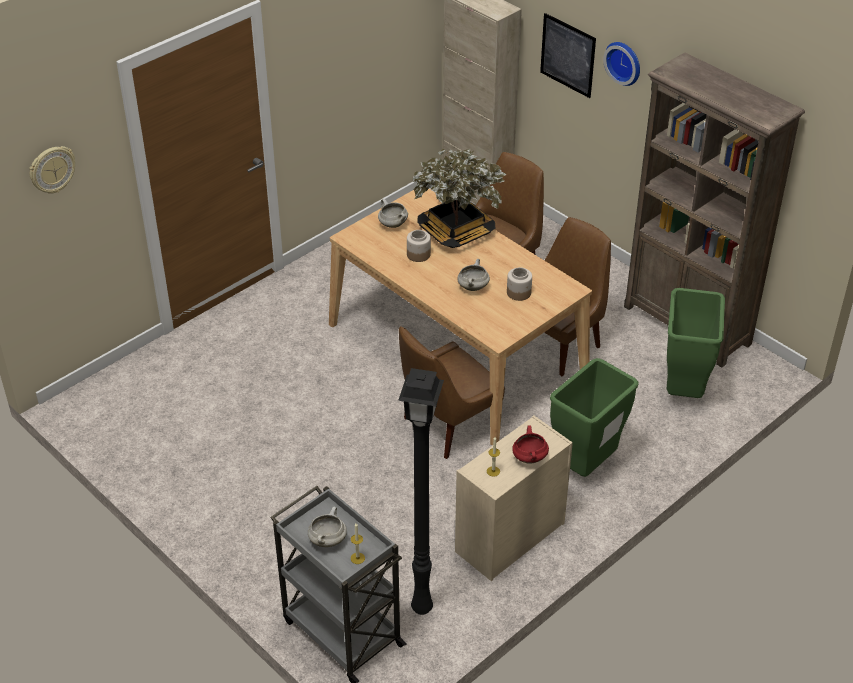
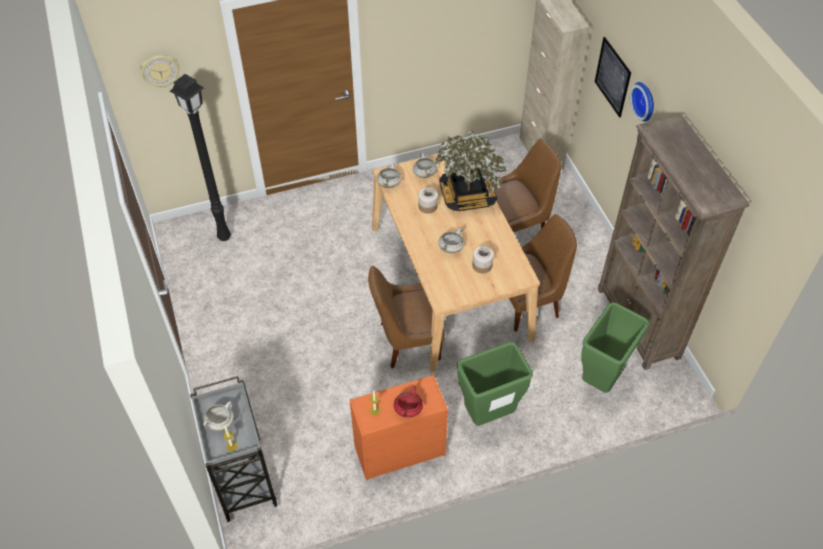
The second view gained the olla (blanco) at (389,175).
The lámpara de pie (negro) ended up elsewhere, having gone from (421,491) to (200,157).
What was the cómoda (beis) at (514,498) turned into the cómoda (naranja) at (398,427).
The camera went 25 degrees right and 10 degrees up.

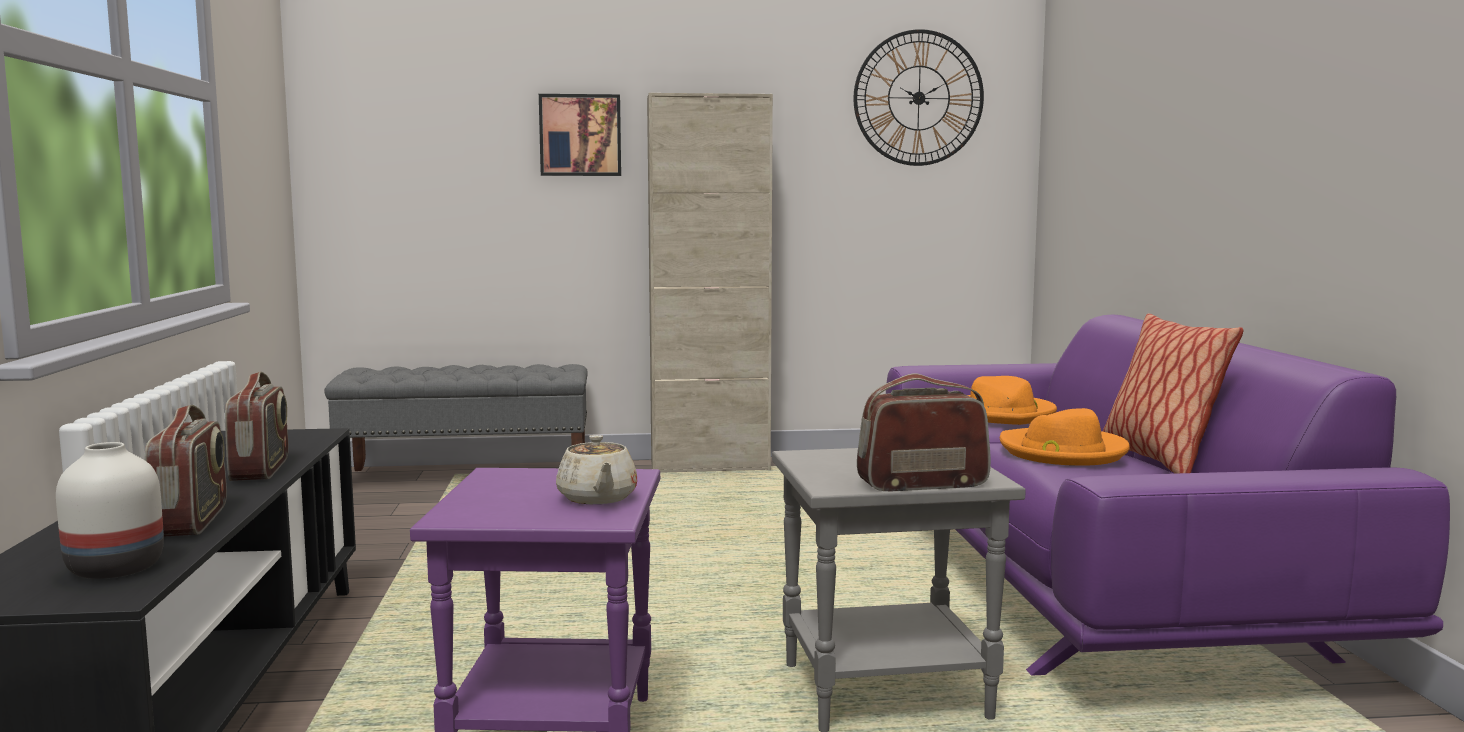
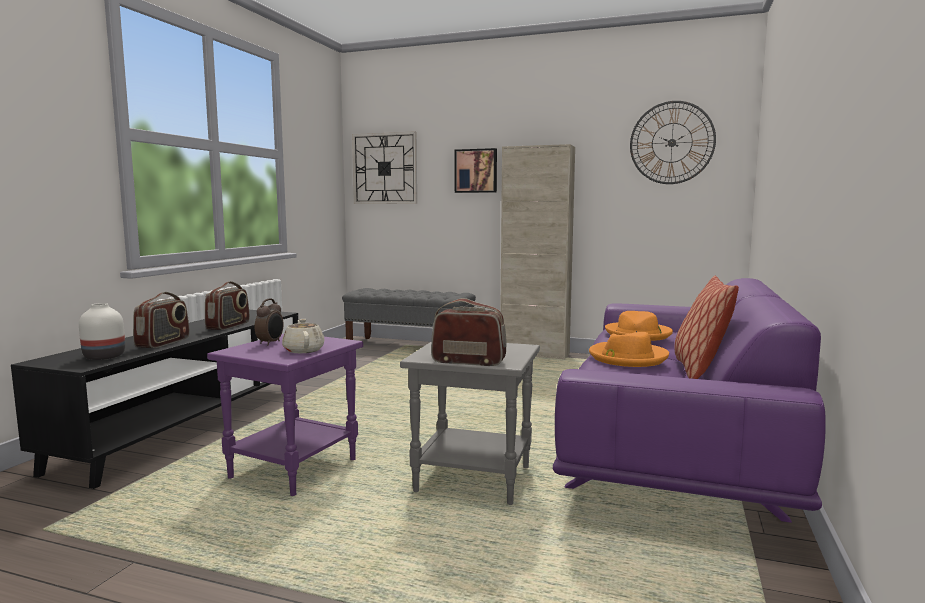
The second view gained the despertador at (269,322).
The second view gained the reloj de pared at (384,167).
The tetera (beis) at (596,469) ended up facing another way, 150 degrees clockwise from before.
The camera went 25 degrees right and 0 degrees up.

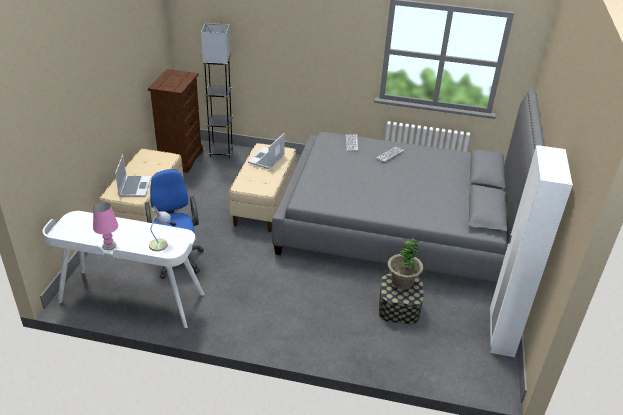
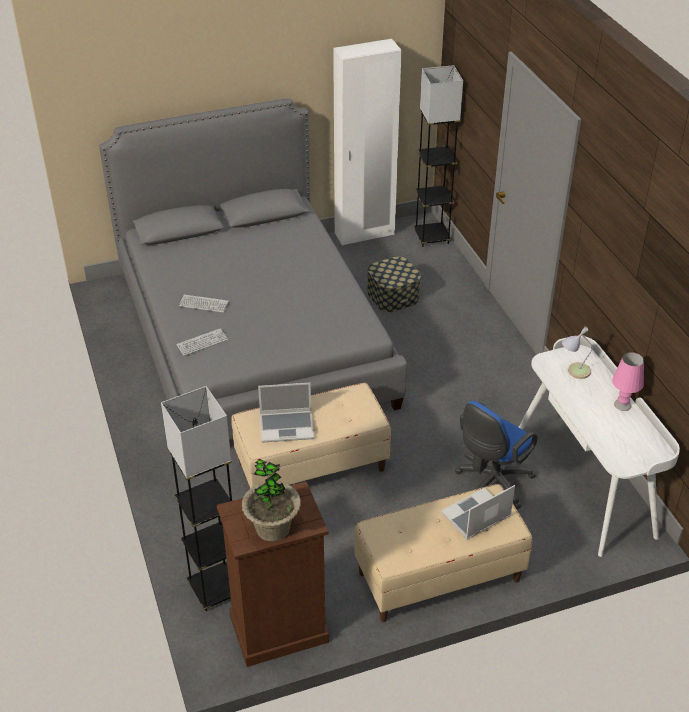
The second view gained the lámpara de pie (gris) at (438,156).
The planta en maceta ended up elsewhere, having gone from (405,264) to (271,500).
The camera went 120 degrees left and 5 degrees up.

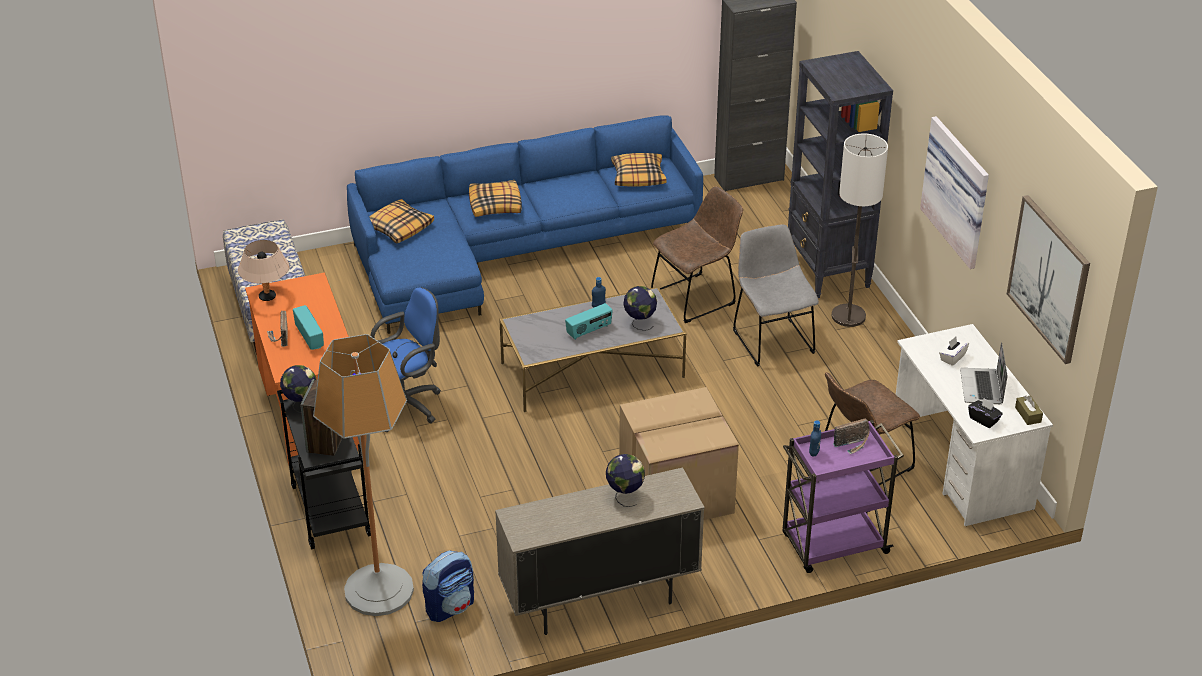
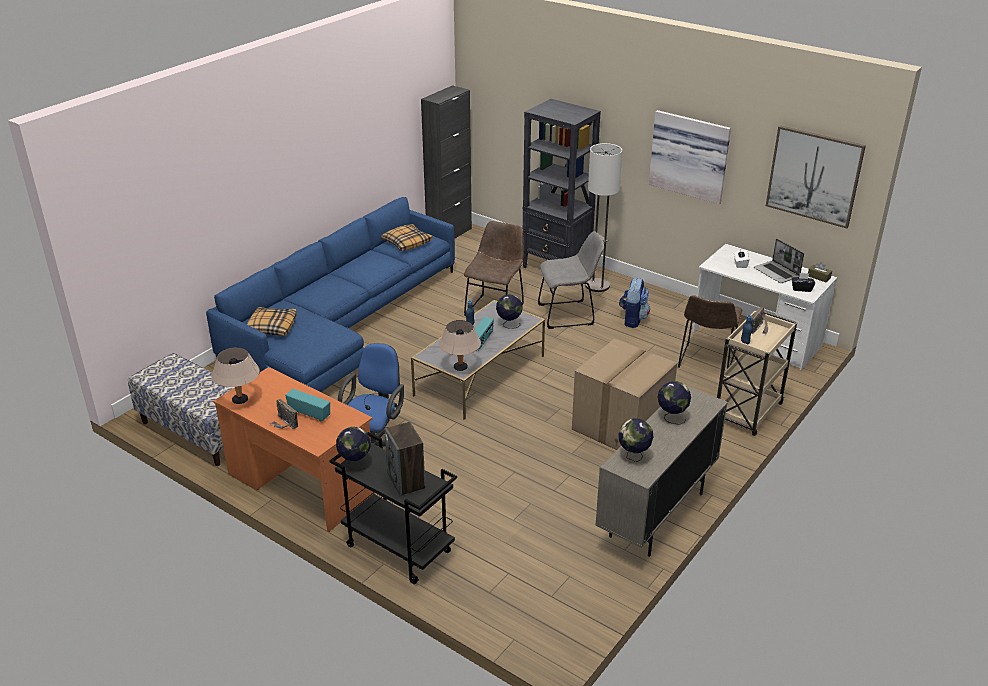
The second view lost the lámpara de pie at (363,475).
The second view lost the cojín at (495,198).
The second view gained the lámpara de mesa (beis) at (460,345).
The second view gained the globo terráqueo at (636,440).
The mochila ended up elsewhere, having gone from (448,586) to (634,303).
What was the carrito (morado) at (843,496) turned into the carrito (beis) at (757,373).
The silla (gris) at (776,295) ended up facing another way, 135 degrees clockwise from before.
The camera went 35 degrees left and 5 degrees down.

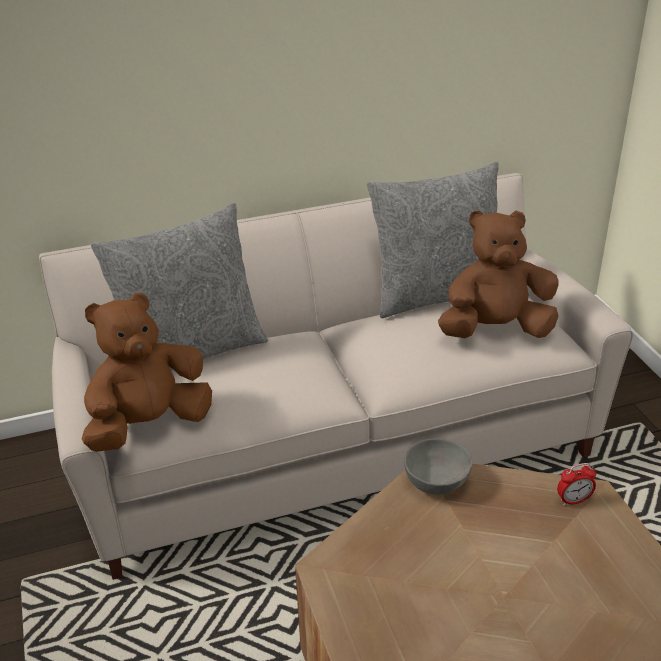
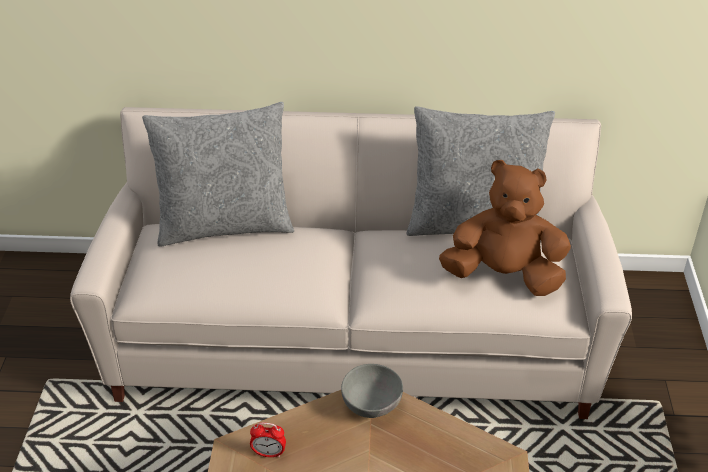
The second view lost the peluche (marrón) at (147,372).
The despertador ended up elsewhere, having gone from (576,484) to (268,440).
The camera went 20 degrees right and 5 degrees up.

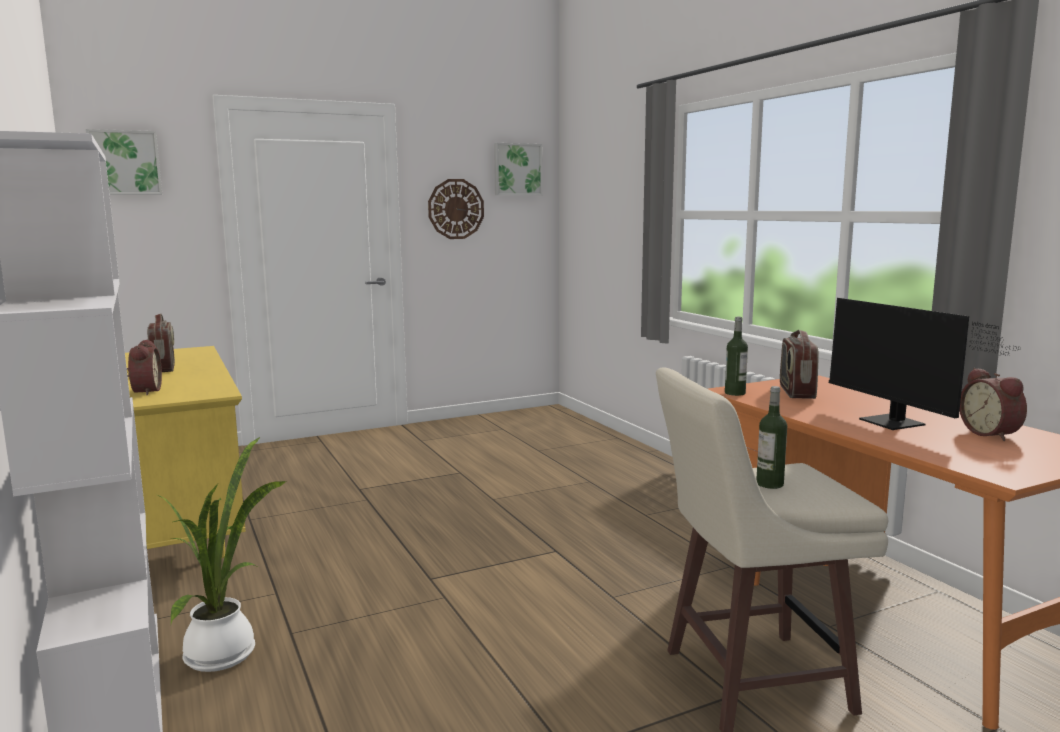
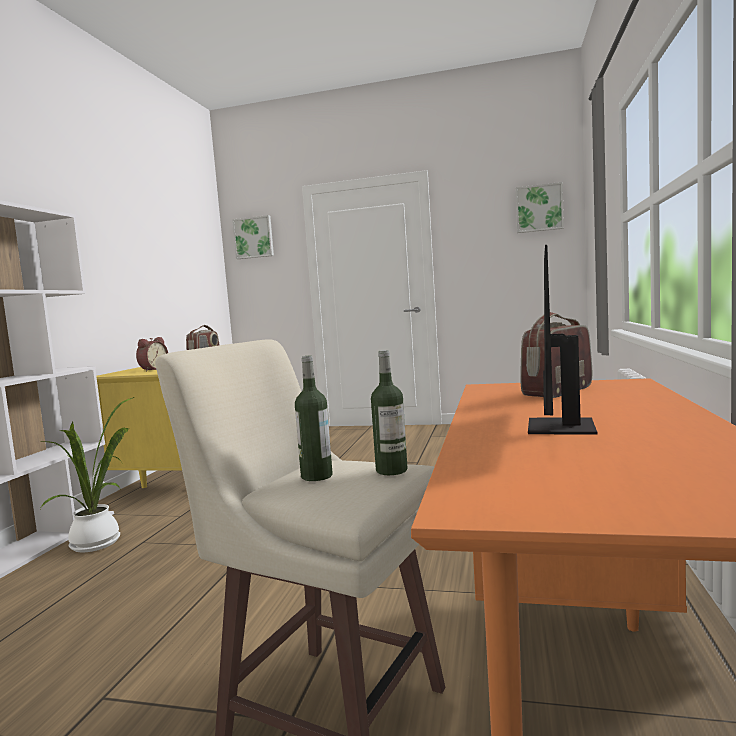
The second view lost the reloj de pared at (456,209).
The second view lost the despertador at (993,404).
The botella ended up elsewhere, having gone from (736,356) to (389,412).
The camera went 40 degrees right and 5 degrees down.

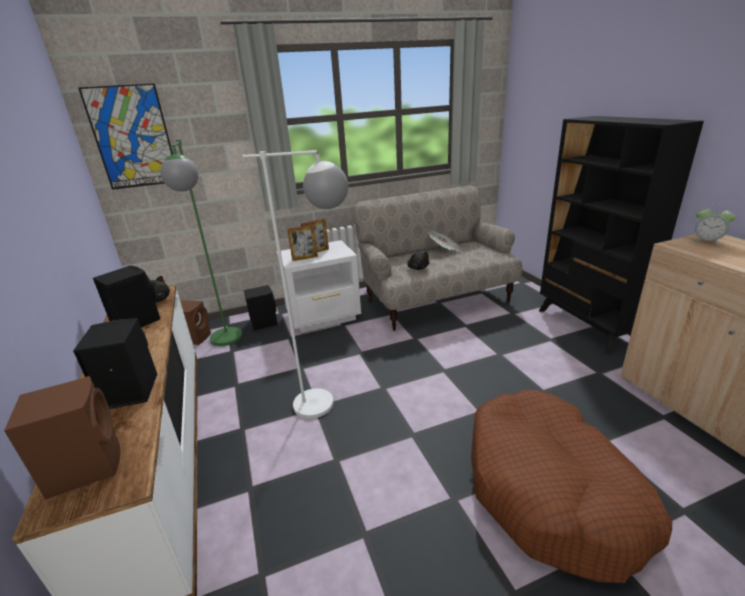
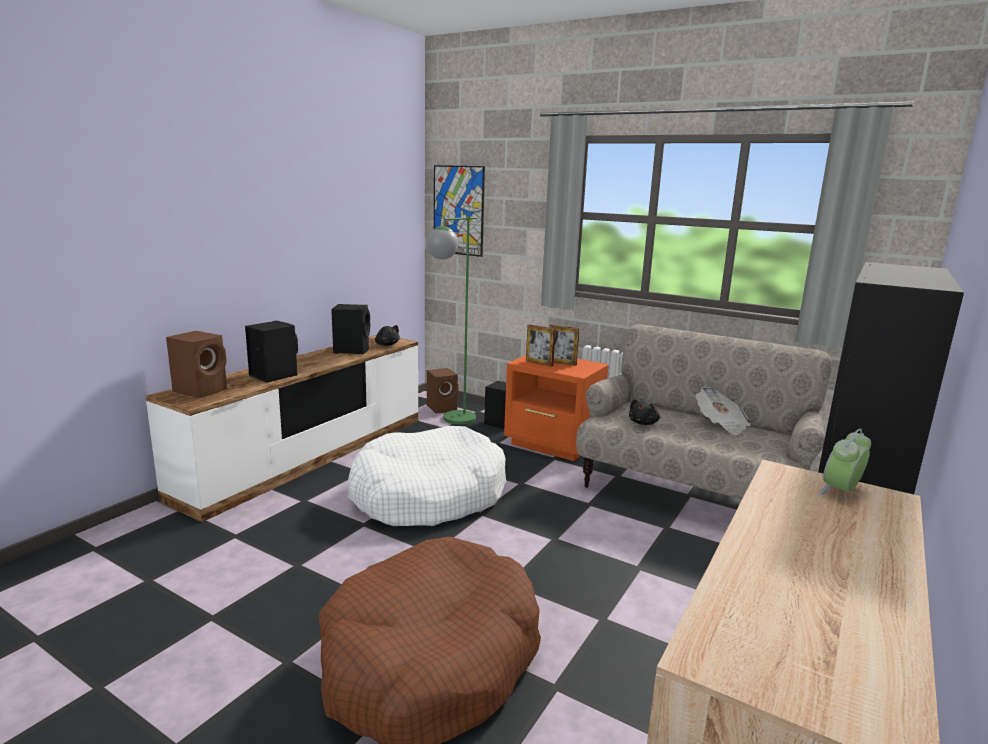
Where the lámpara de pie (blanco) stood at (295,284), the cama para perro (blanco) came to stand at (427,476).
What was the mesita de noche (blanco) at (318,286) turned into the mesita de noche (naranja) at (556,408).
The despertador at (713,225) ended up facing another way, 45 degrees clockwise from before.
The camera went 50 degrees right and 10 degrees down.

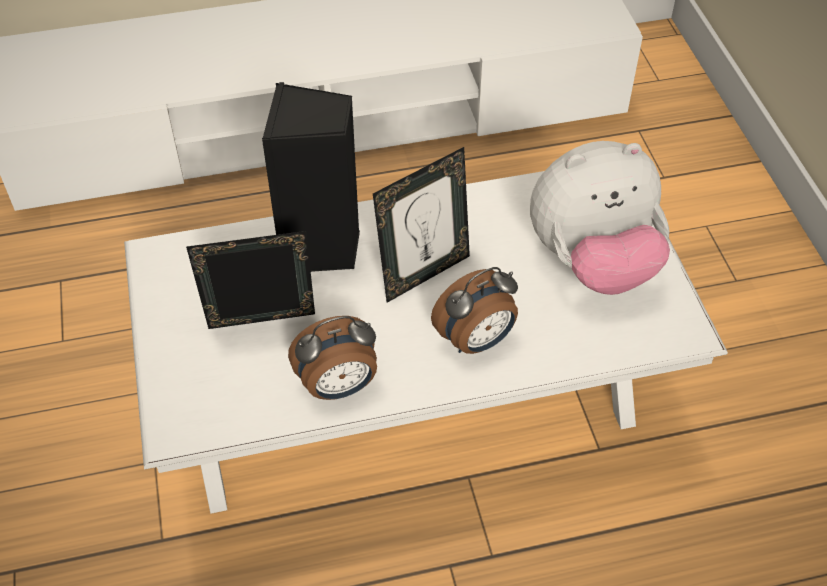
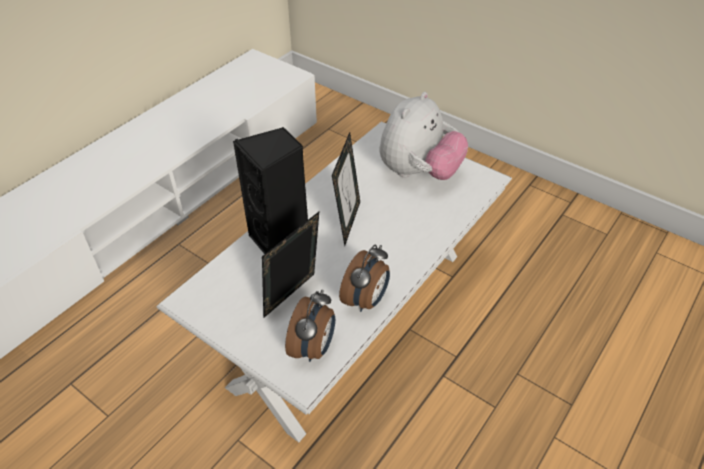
The despertador ended up elsewhere, having gone from (474,310) to (310,325).
The camera went 40 degrees left and 5 degrees down.

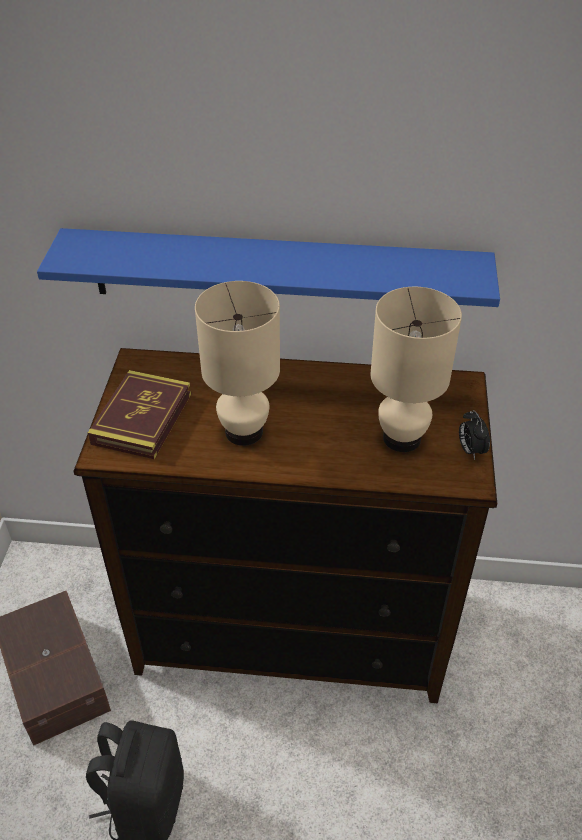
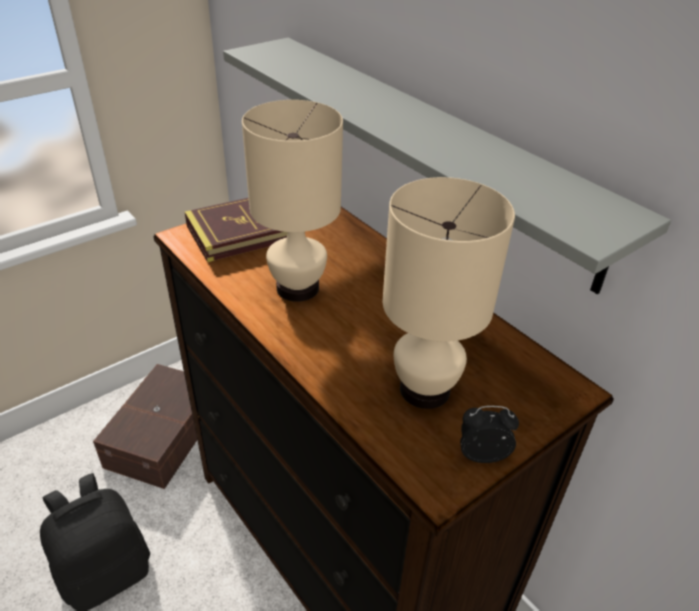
What was the estante (azul) at (268,267) turned into the estante (gris) at (447,166).
The despertador at (474,435) ended up facing another way, 60 degrees clockwise from before.
The camera went 45 degrees right and 5 degrees down.

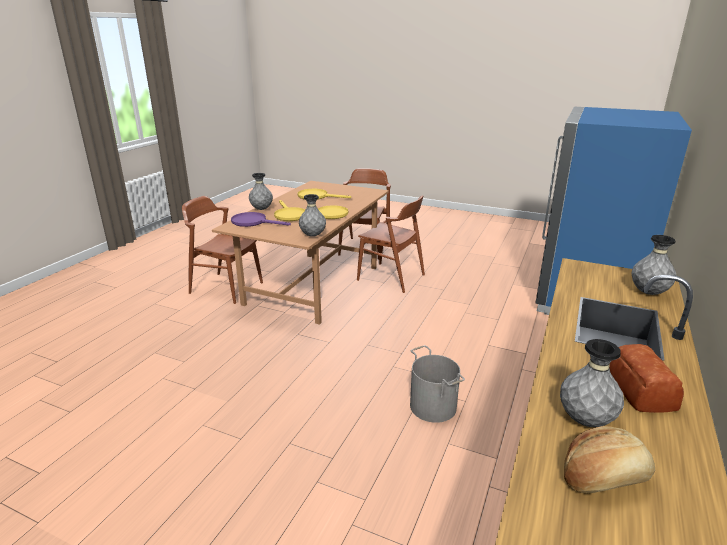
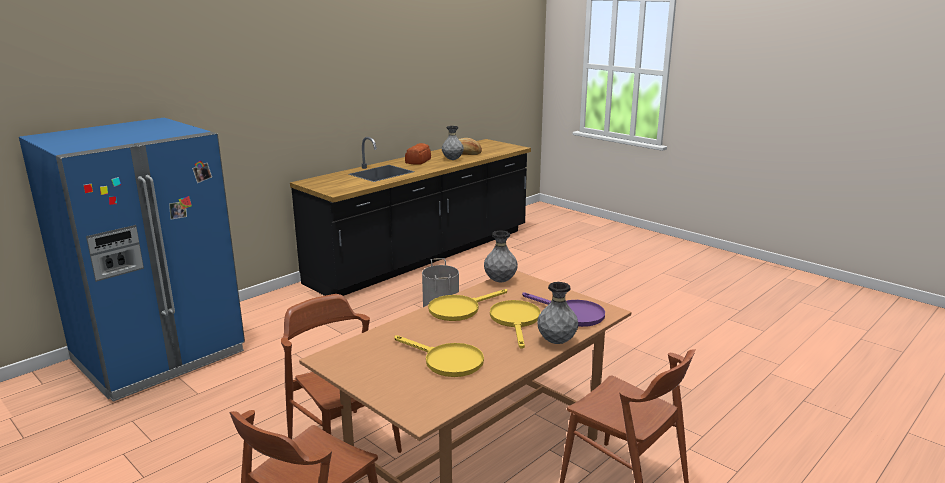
The second view lost the florero (gris) at (654,265).
The camera went 160 degrees left and 5 degrees down.

